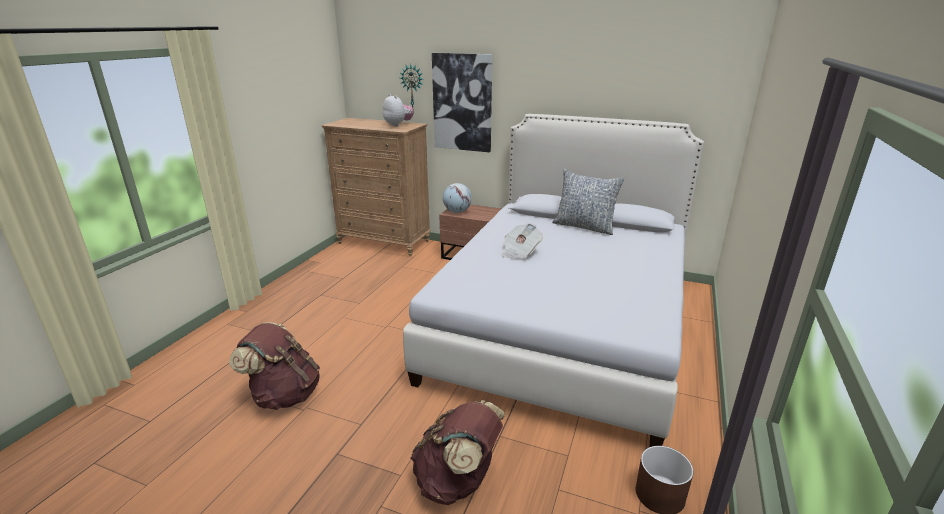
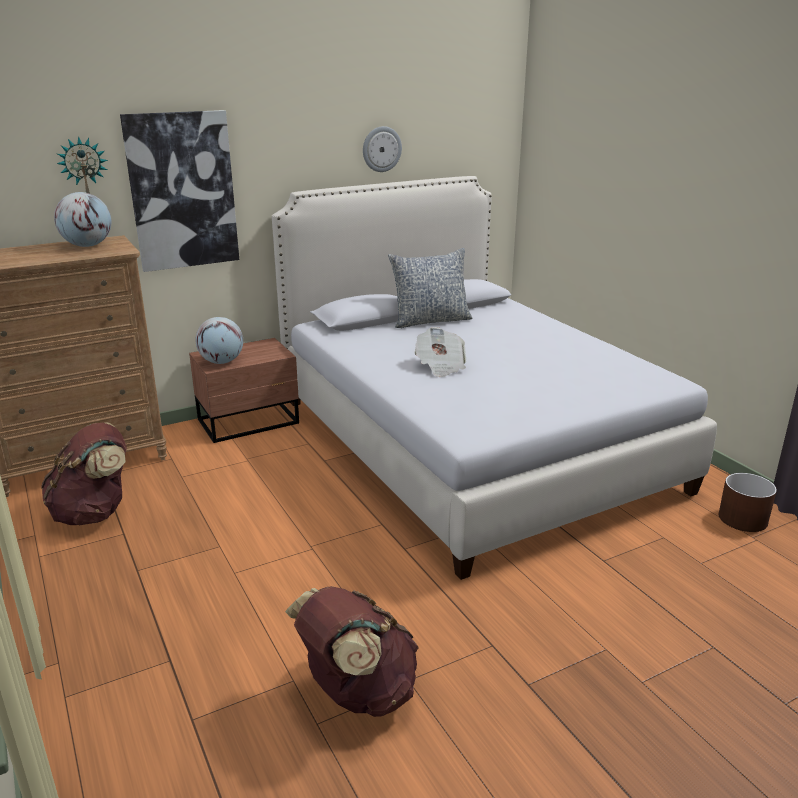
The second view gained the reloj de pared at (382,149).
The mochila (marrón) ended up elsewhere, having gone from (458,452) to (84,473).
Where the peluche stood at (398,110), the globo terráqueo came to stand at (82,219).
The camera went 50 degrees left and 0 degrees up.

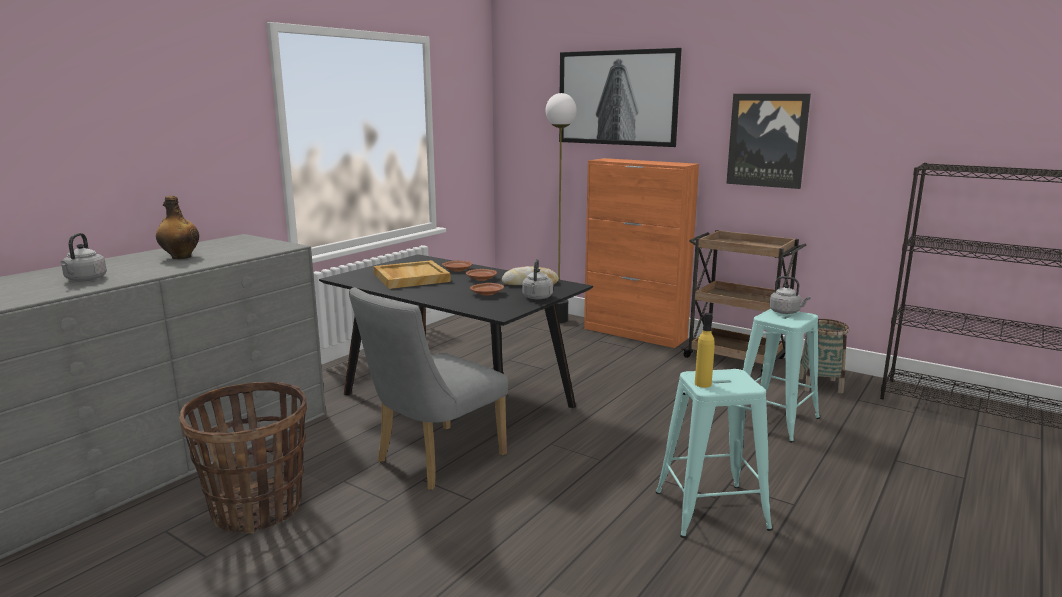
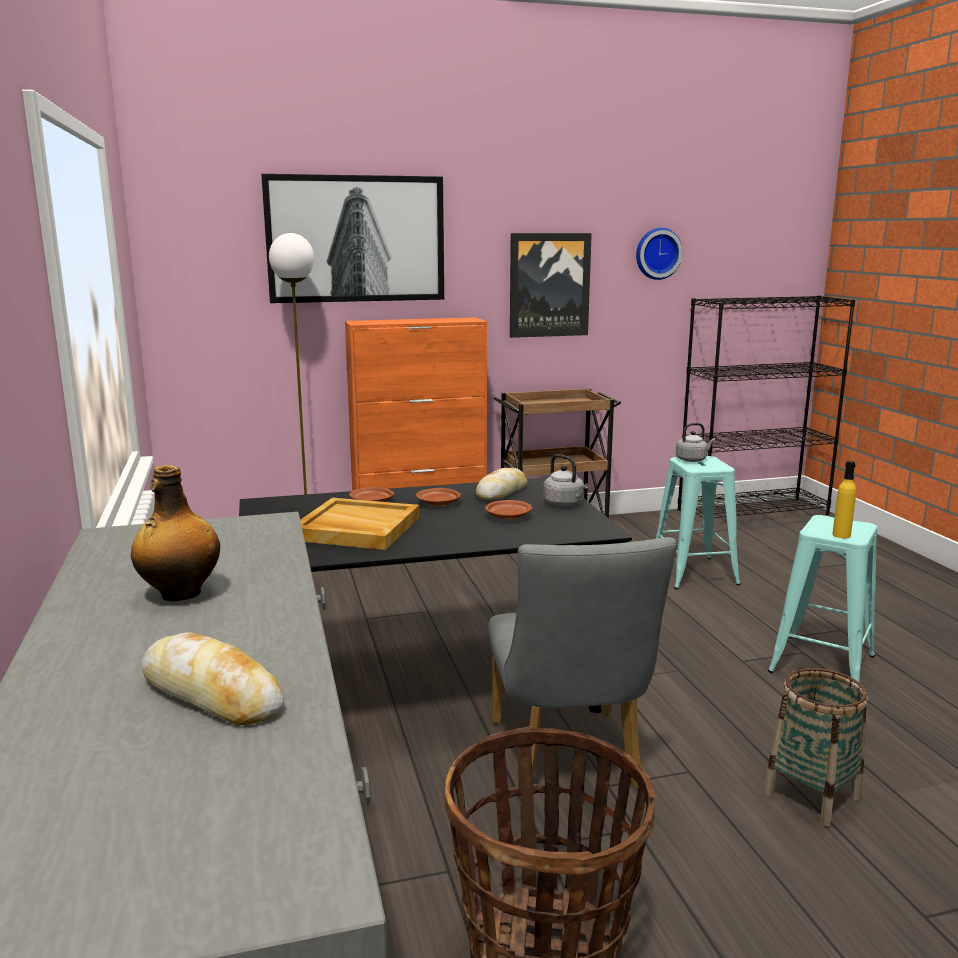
The second view gained the reloj de pared at (659,254).
The cesta ended up elsewhere, having gone from (824,356) to (816,747).
Where the hervidor (gris) stood at (83,257), the pan came to stand at (212,678).
The camera went 50 degrees left and 0 degrees up.

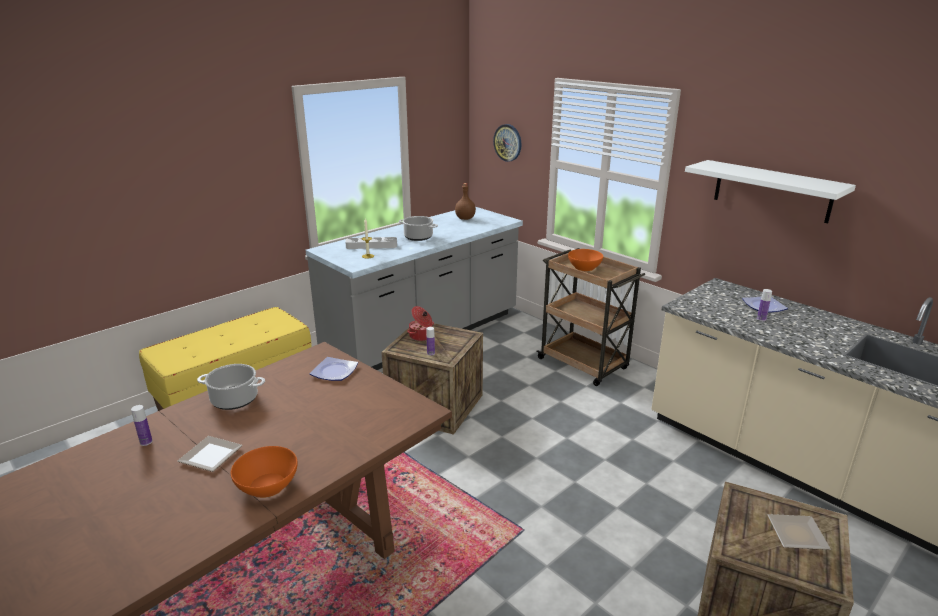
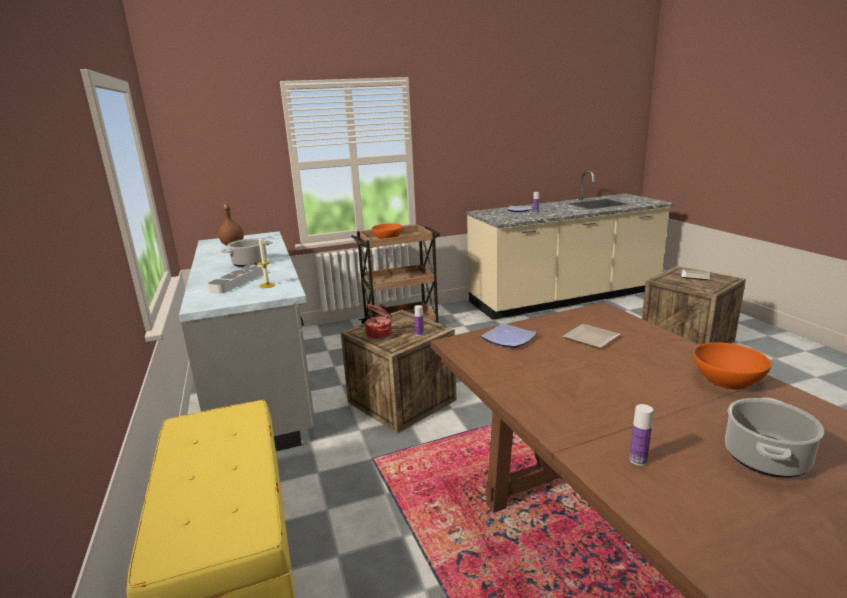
The second view lost the reloj de pared at (507,143).
The second view lost the estante (blanco) at (770,191).
The plato ended up elsewhere, having gone from (210,454) to (591,336).
The olla ended up elsewhere, having gone from (231,387) to (774,437).
The camera went 65 degrees left and 5 degrees down.

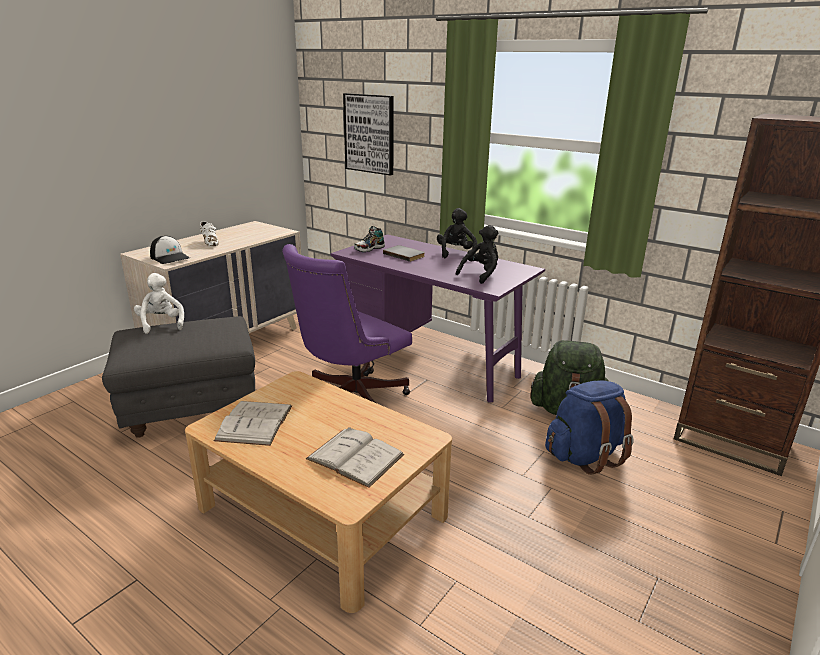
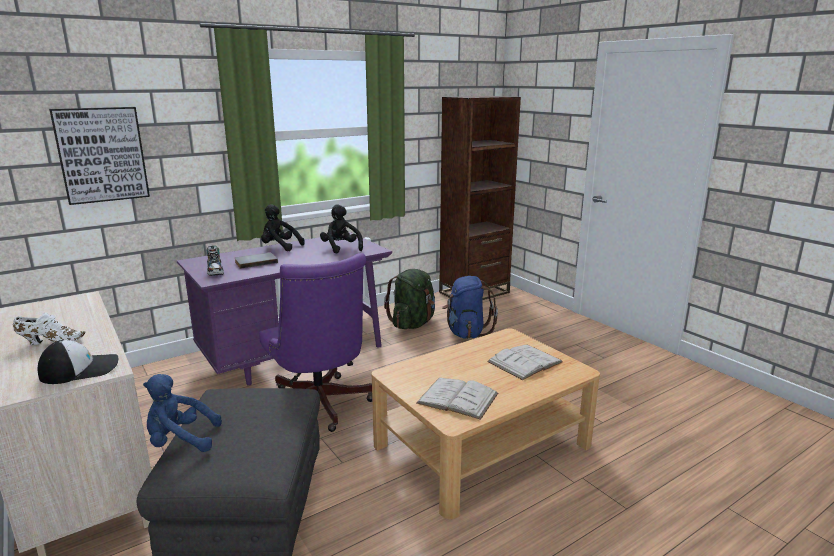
What was the peluche (blanco) at (159,303) turned into the peluche (azul) at (182,413).
The camera went 70 degrees left and 5 degrees down.

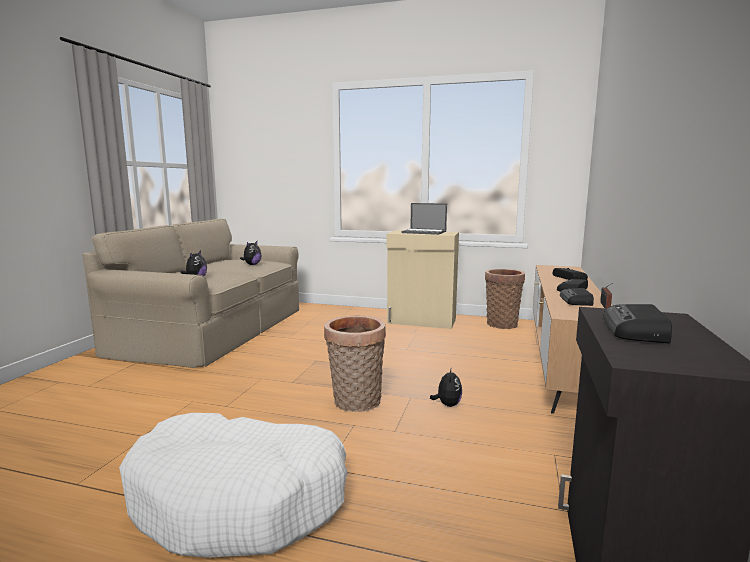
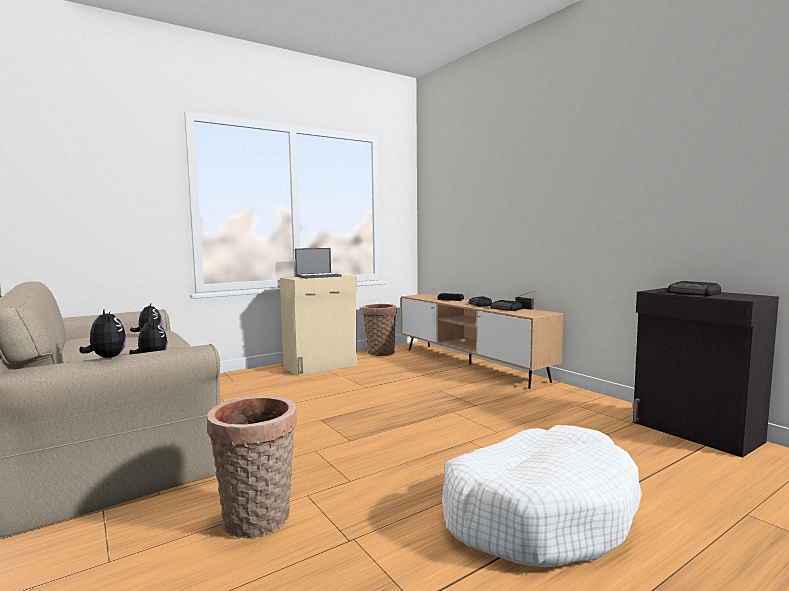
The cesta ended up elsewhere, having gone from (355,364) to (252,467).
The peluche ended up elsewhere, having gone from (446,387) to (102,334).
The camera went 50 degrees left and 5 degrees down.

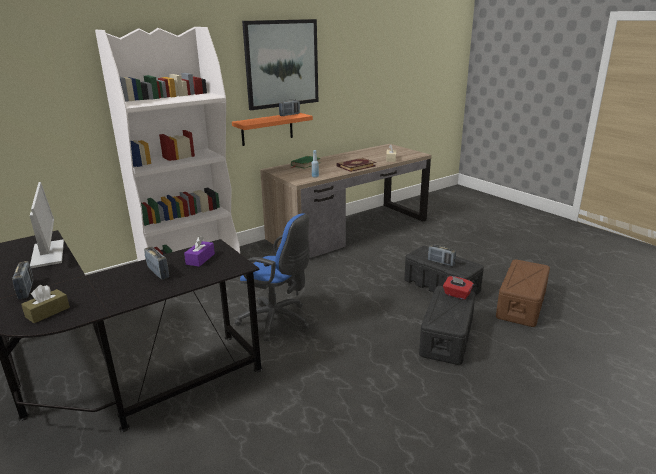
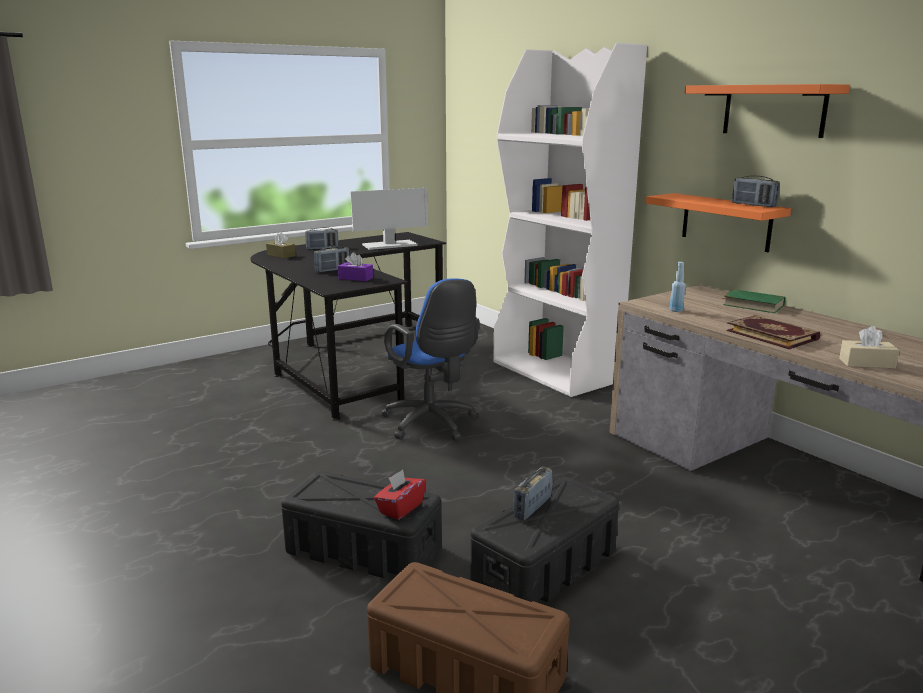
Where the cuadro hung at (280,64), the estante (naranja) came to hang at (767,111).
The silla de oficina (azul) at (272,277) ended up facing another way, 60 degrees counterclockwise from before.
The camera went 90 degrees right and 5 degrees down.

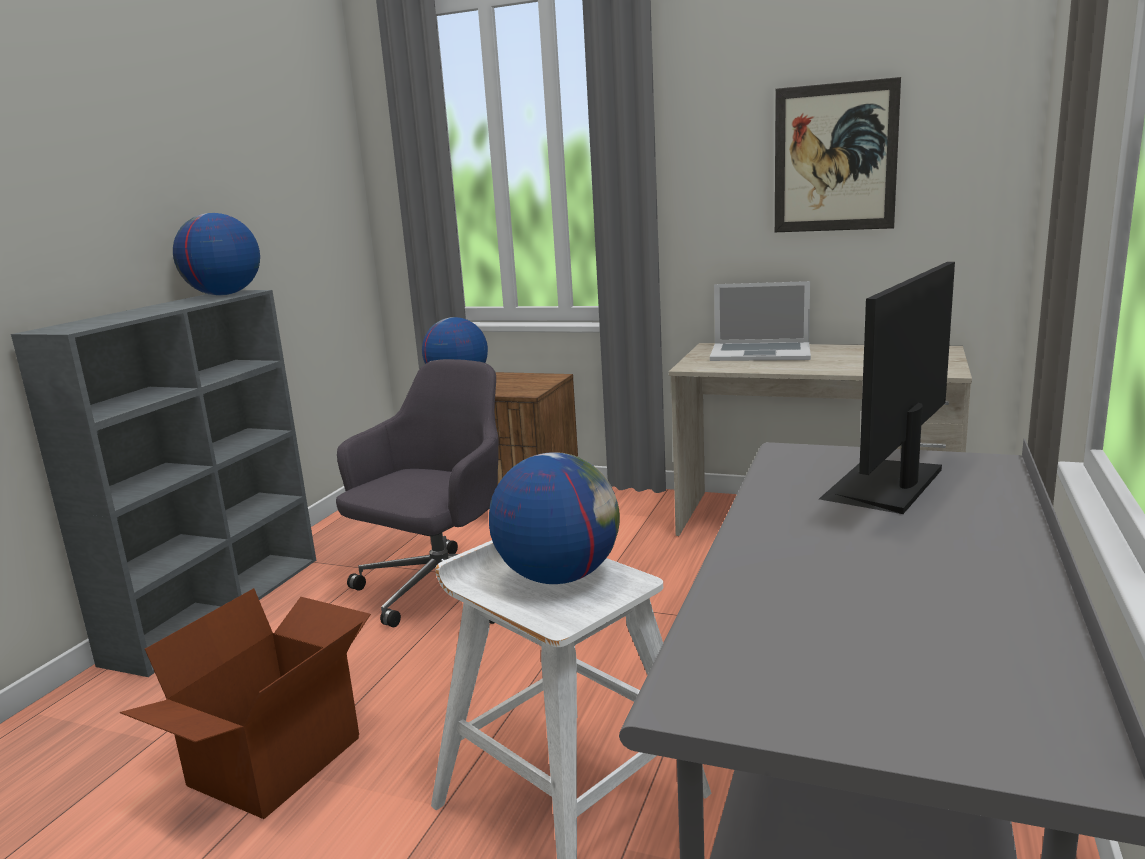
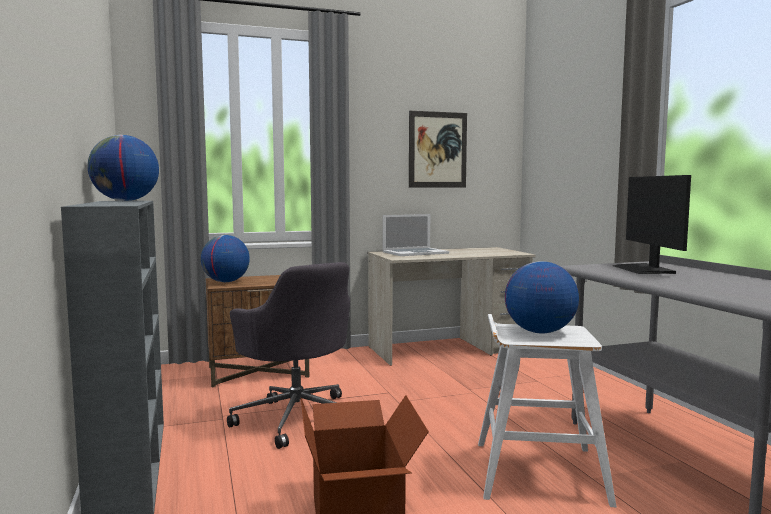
The silla de oficina (gris) at (417,493) ended up facing another way, 150 degrees clockwise from before.
The camera went 40 degrees left and 10 degrees down.

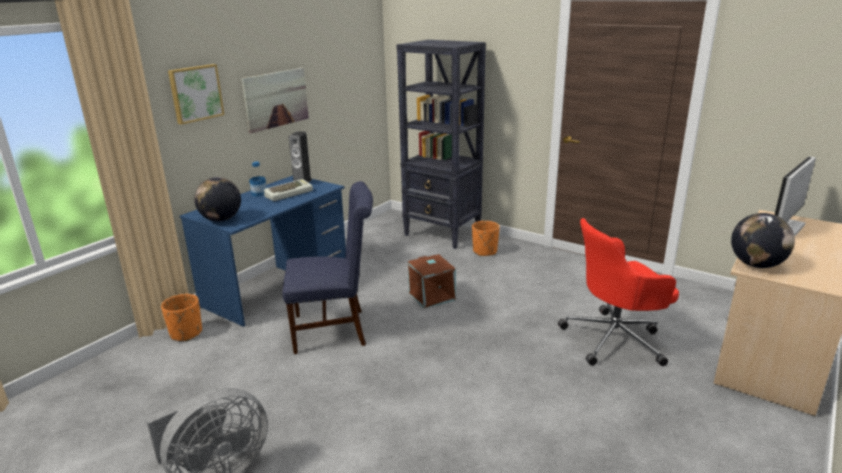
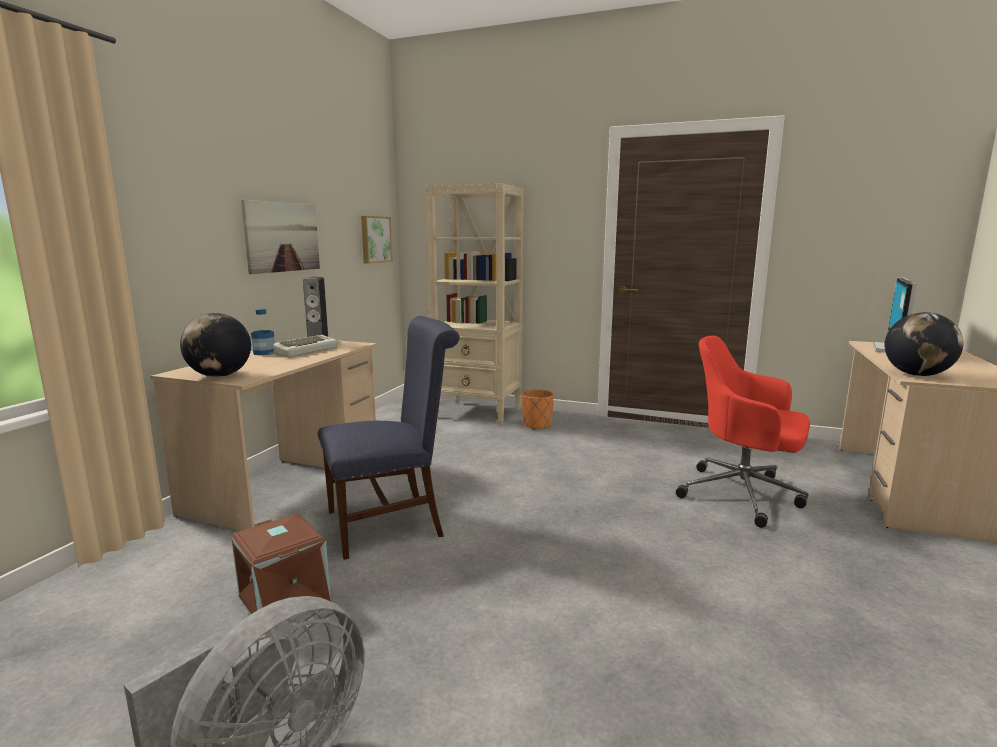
The second view lost the maceta (naranja) at (181,317).
The cuadro ended up elsewhere, having gone from (196,94) to (377,239).
The caja de almacenaje (marrón) ended up elsewhere, having gone from (432,281) to (281,568).
What was the escritorio (azul) at (263,251) turned into the escritorio (beis) at (263,435).
What was the estantería (negro) at (441,144) turned into the estantería (beis) at (474,304).
The silla de oficina (rojo) at (618,292) ended up facing another way, 60 degrees clockwise from before.
The camera went 15 degrees left and 10 degrees down.

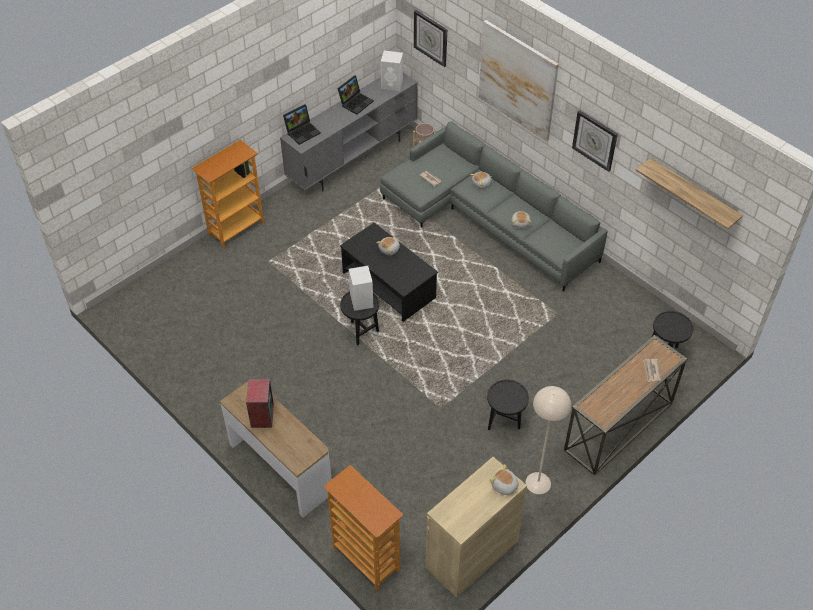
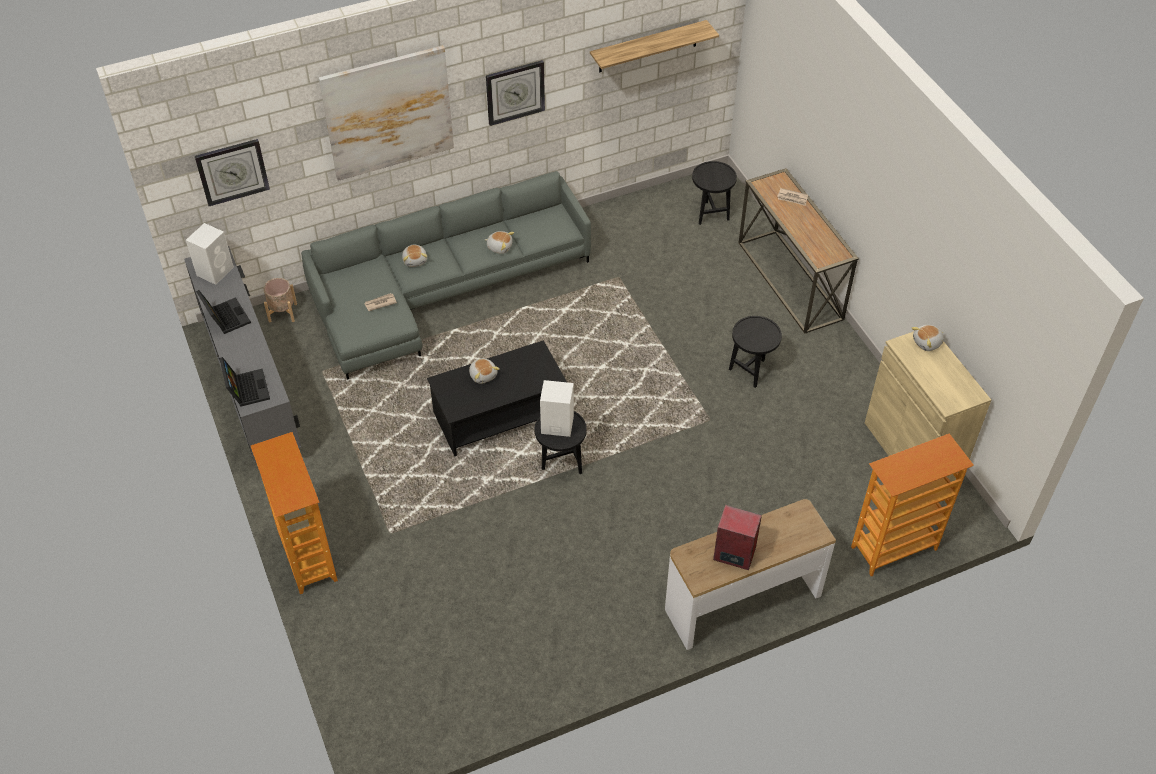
The second view lost the lámpara de pie (beis) at (548,440).
The camera went 70 degrees left and 0 degrees up.

